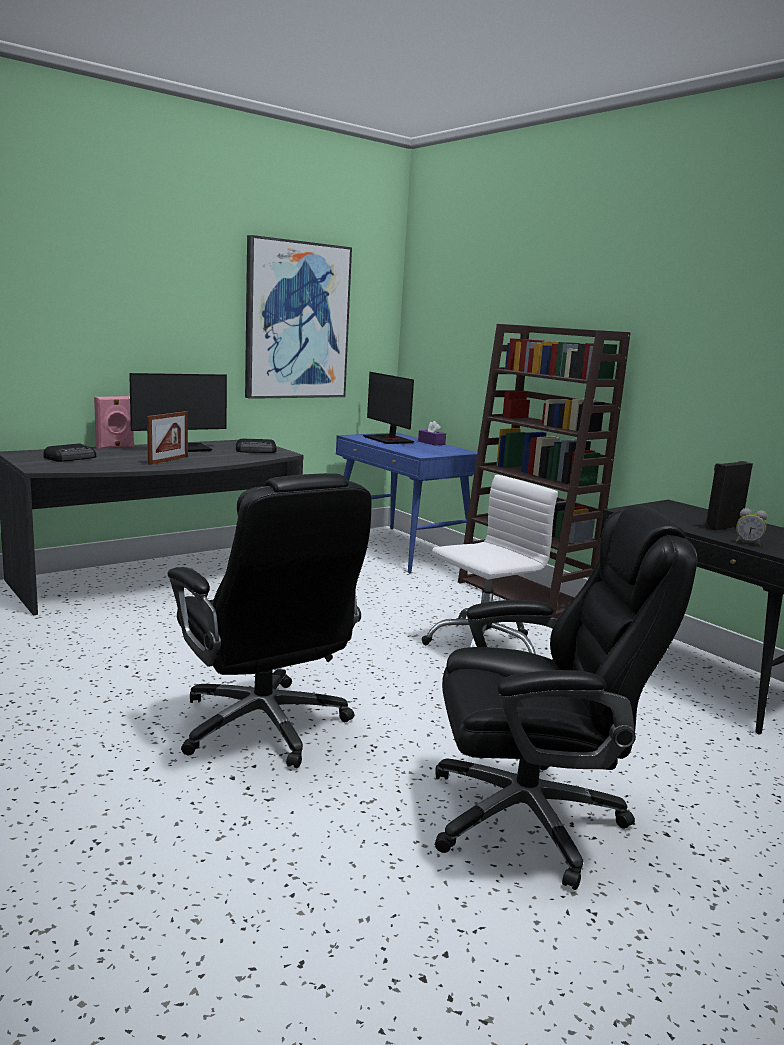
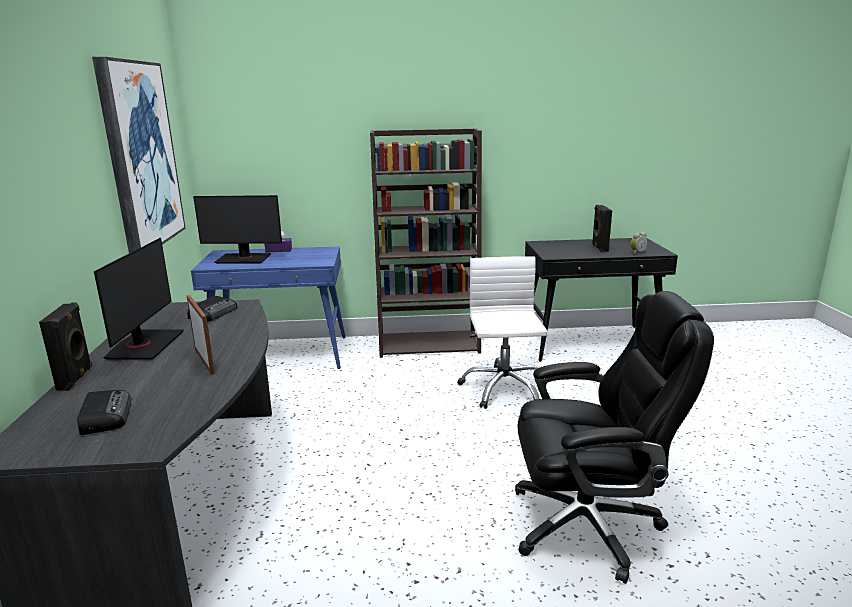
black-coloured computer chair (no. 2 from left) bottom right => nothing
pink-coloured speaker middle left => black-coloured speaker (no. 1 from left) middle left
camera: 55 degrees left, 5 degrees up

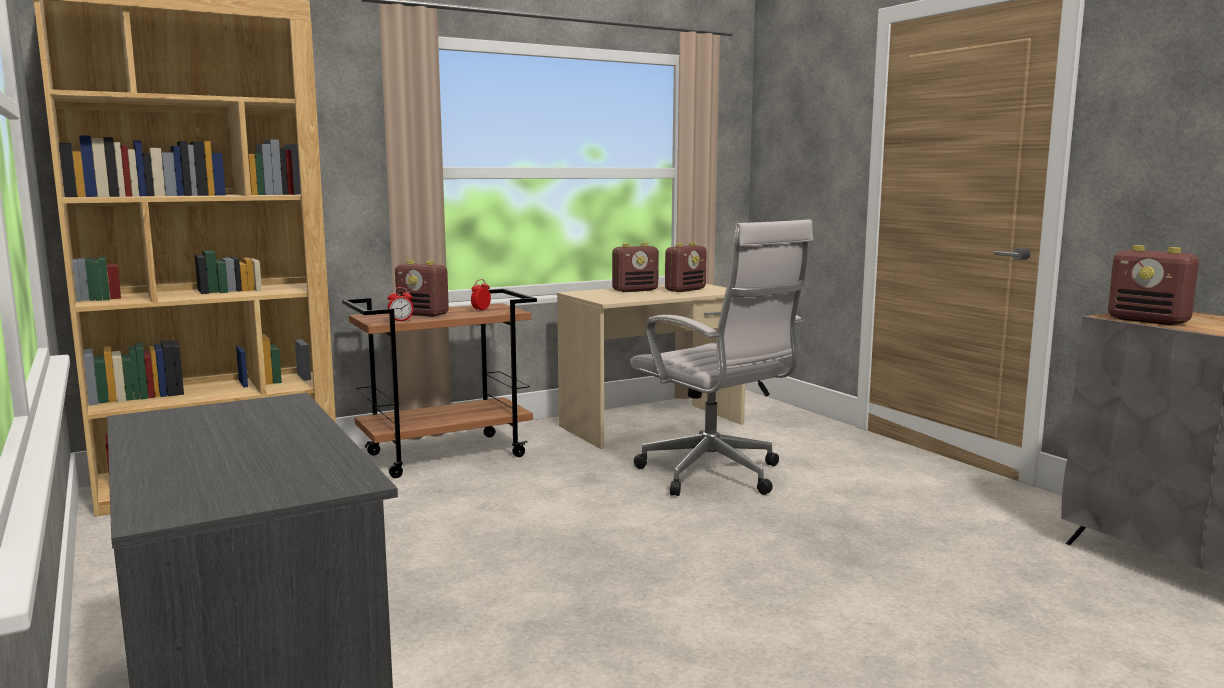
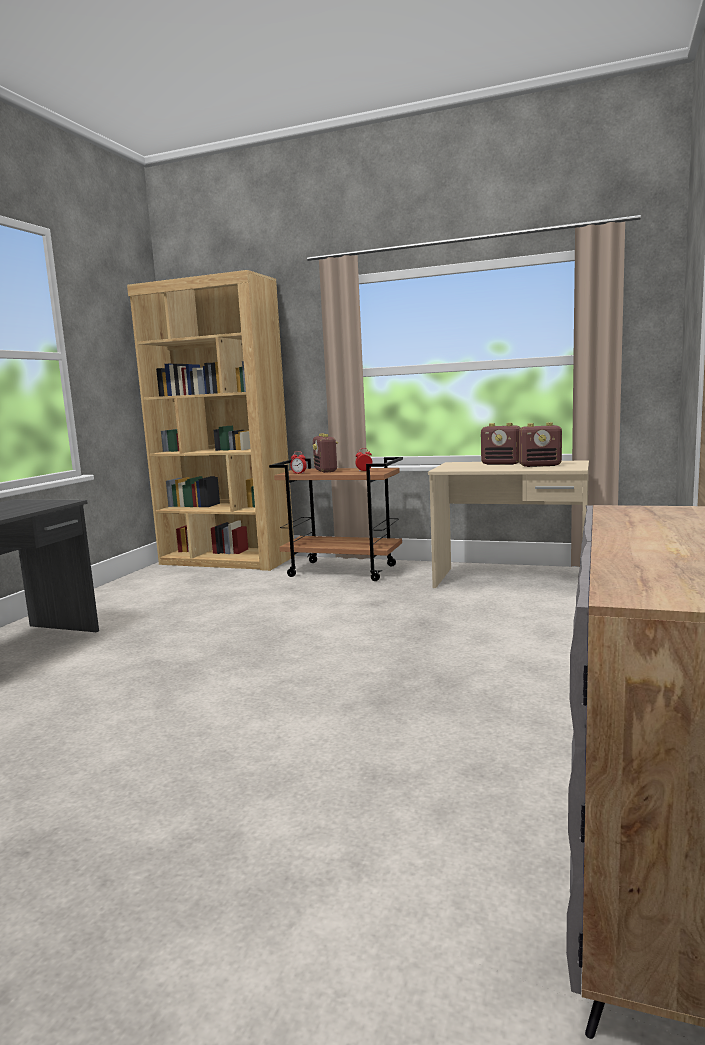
white computer chair centre => nothing
radio set (no. 4 from left) middle right => nothing
camera: 50 degrees right, 0 degrees up

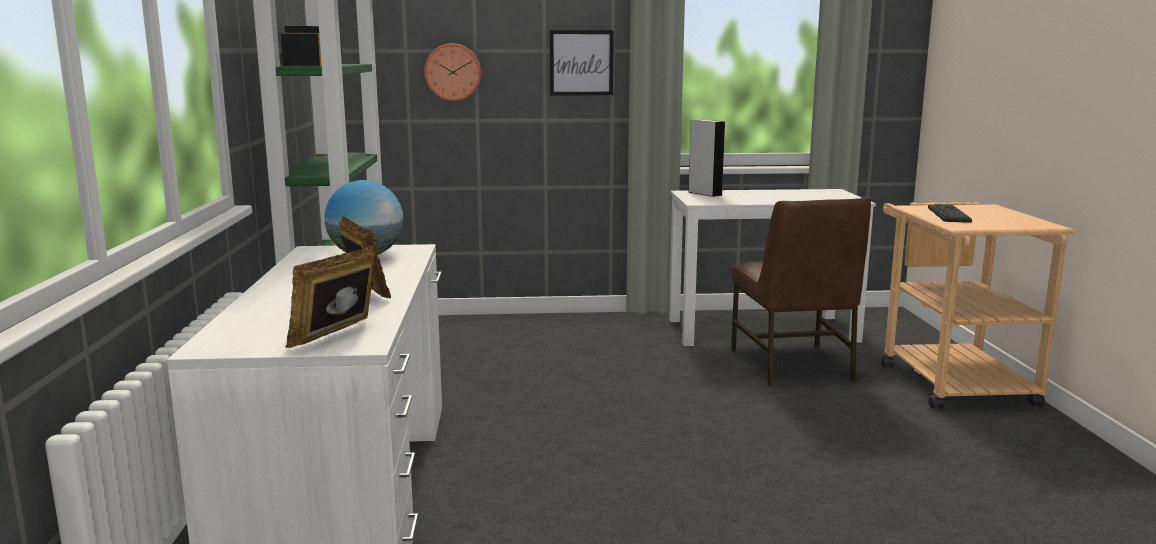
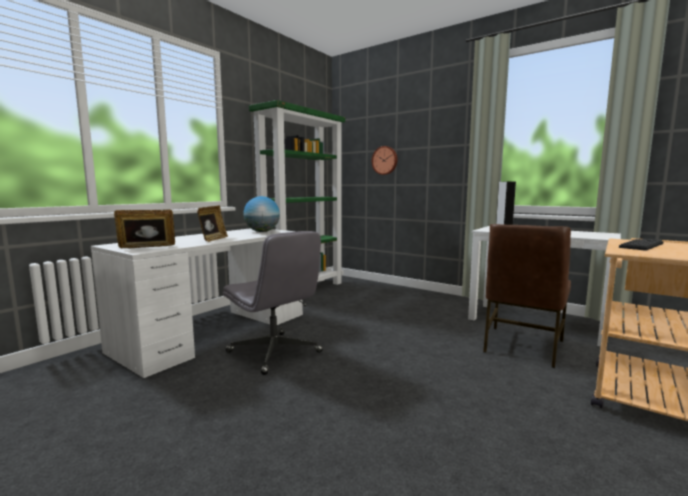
wall art top centre => nothing
nothing => grey computer chair centre
camera: 40 degrees right, 5 degrees down

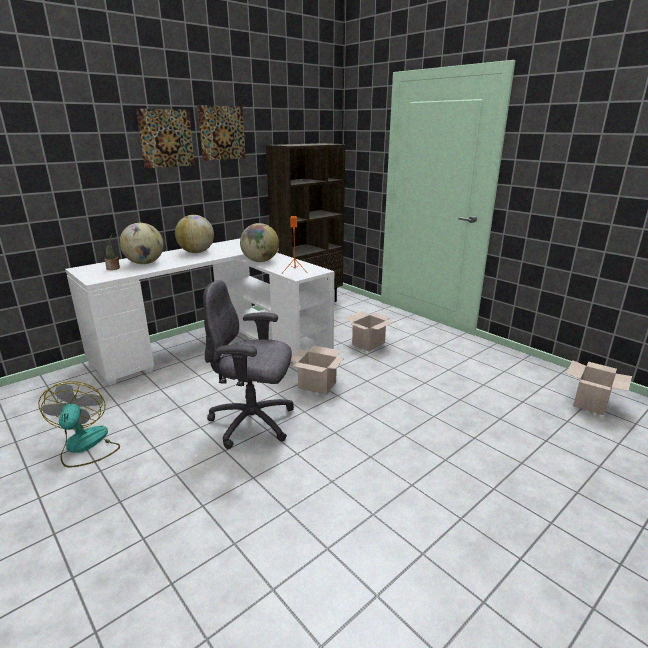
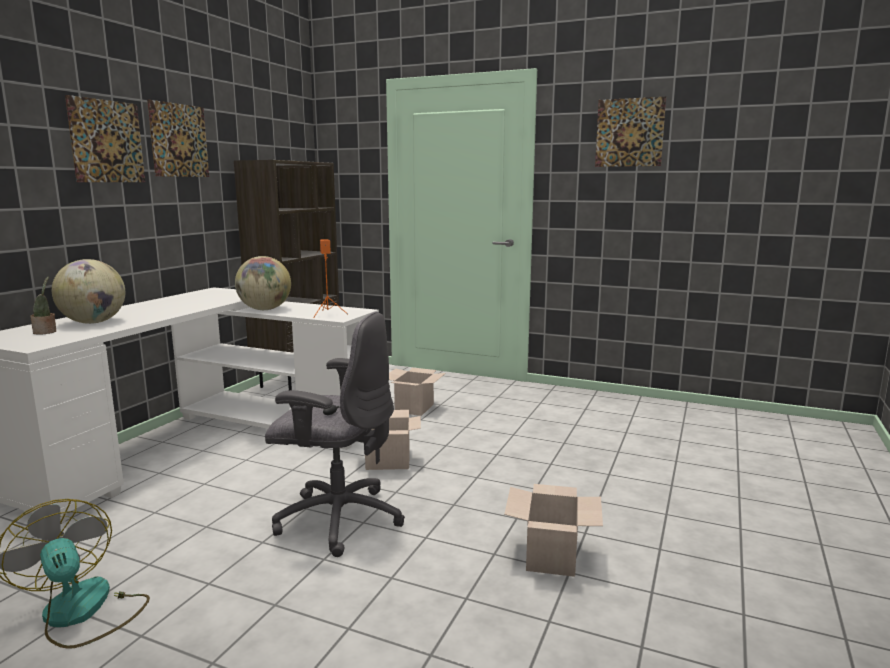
desk globe (no. 2 from left) middle left => nothing
nothing => wall art (no. 3 from left) top right
carton (no. 3 from left) middle right => carton (no. 3 from left) bottom centre, shifted
grey computer chair centre, 150 degrees counterclockwise
camera: 25 degrees left, 10 degrees down

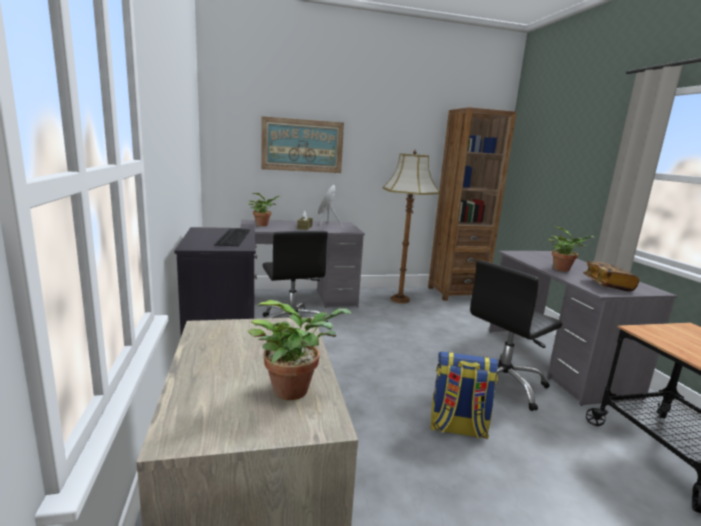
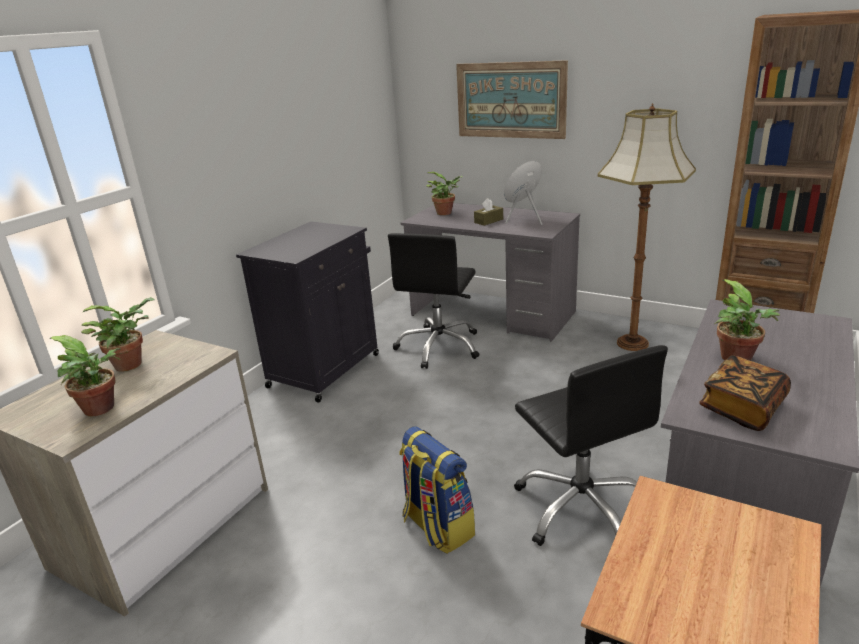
PC keyboard middle left => nothing
nothing => potted plant (no. 2 from left) middle left
black-coloured computer chair (no. 2 from left) middle right => black-coloured computer chair (no. 2 from left) bottom right, 120 degrees counterclockwise
camera: 45 degrees right, 10 degrees up

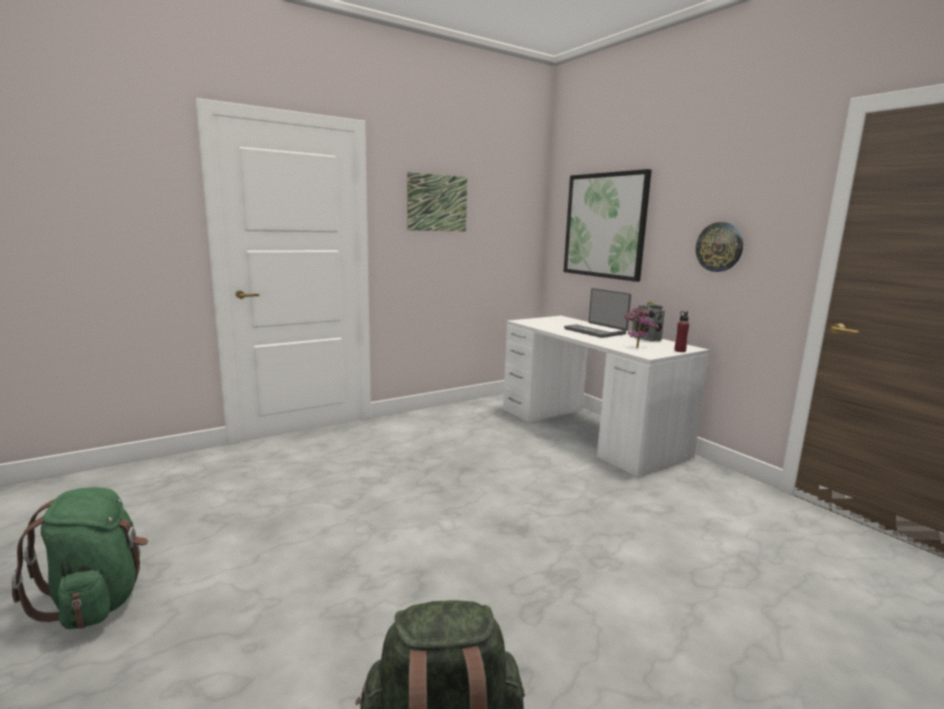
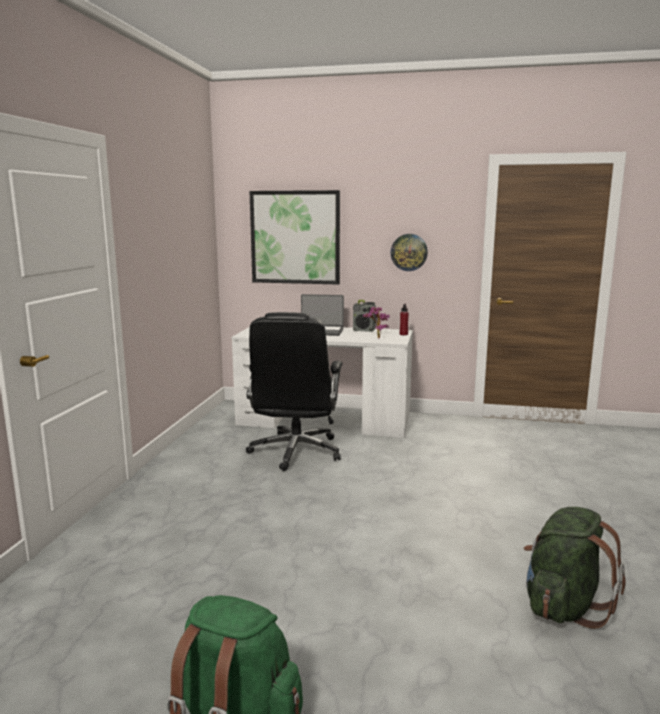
wall art (no. 1 from left) top centre => nothing
nothing => black-coloured computer chair centre
camera: 45 degrees left, 0 degrees up

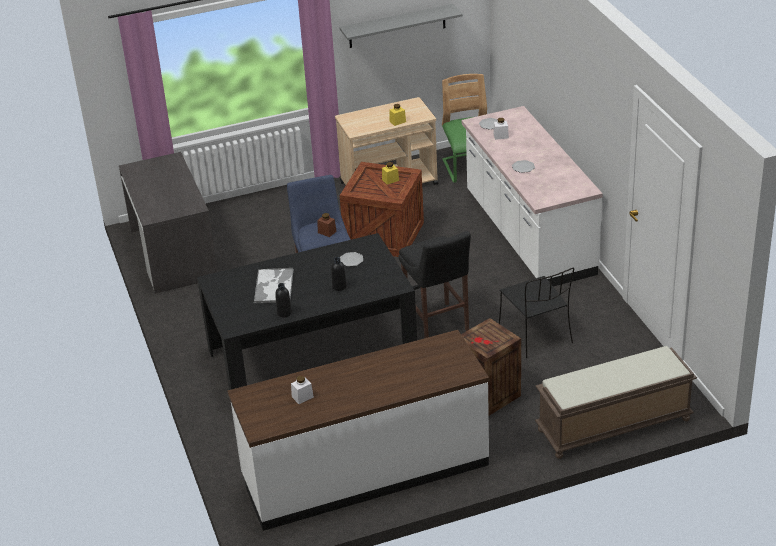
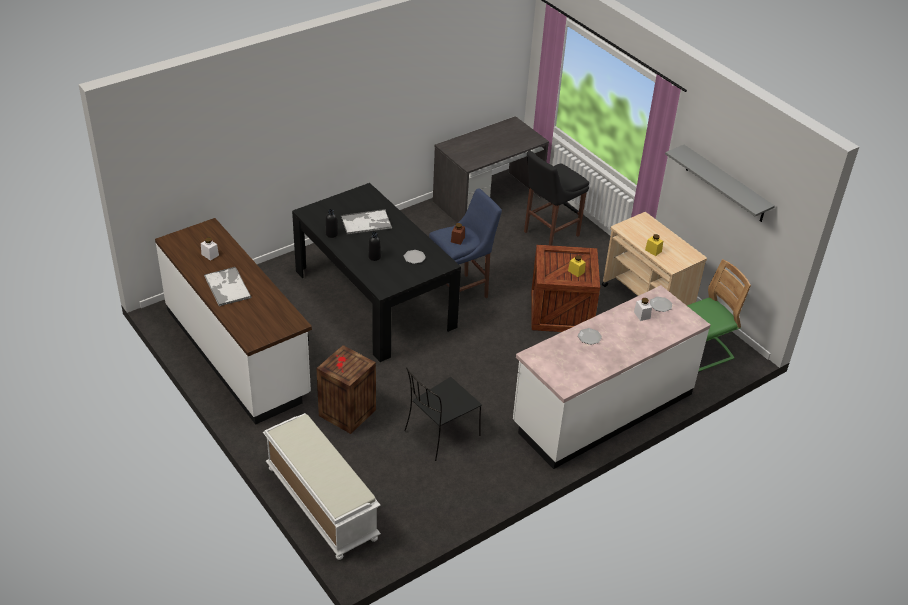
nothing => carrying tray (no. 1 from left) middle left
black-coloured stool centre => black-coloured stool top centre, shifted
brown long seat bottom right => white long seat bottom centre
camera: 70 degrees right, 5 degrees up

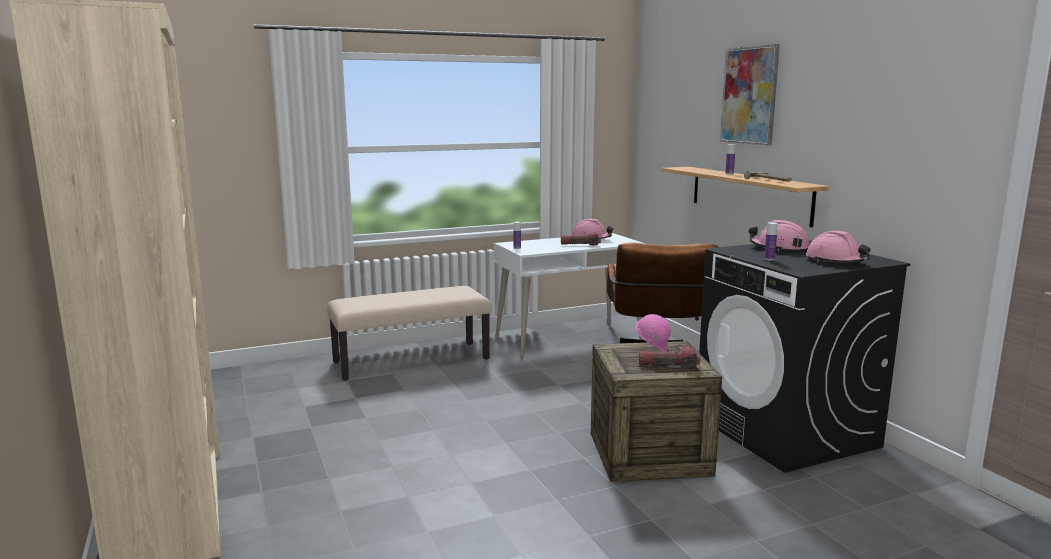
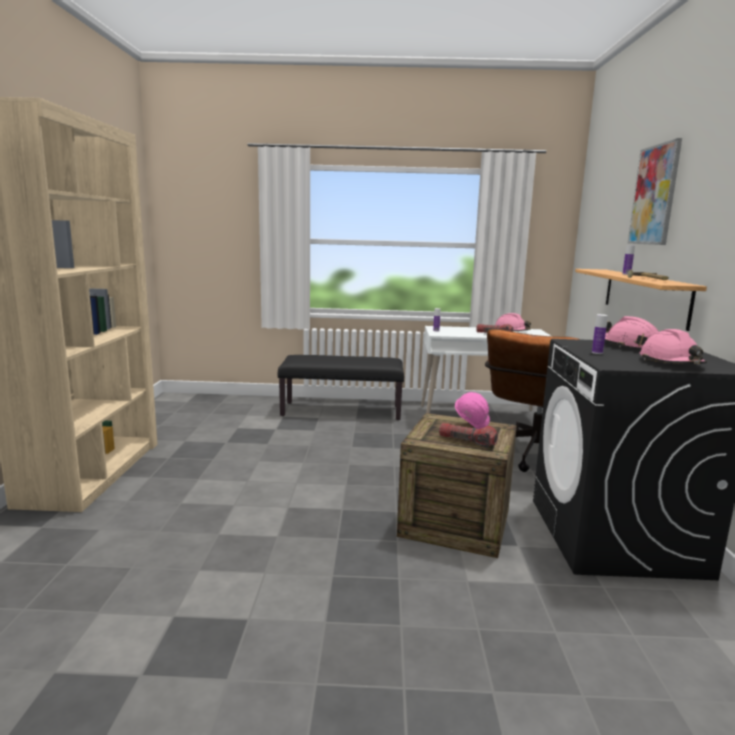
beige long seat centre => black-coloured long seat centre
camera: 25 degrees right, 0 degrees up

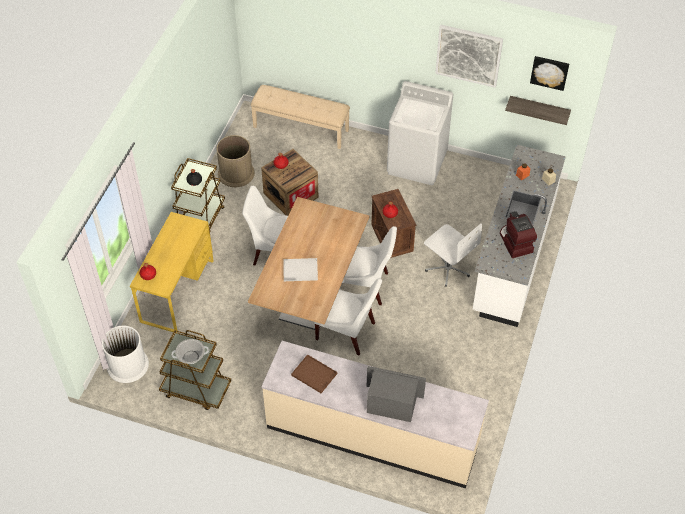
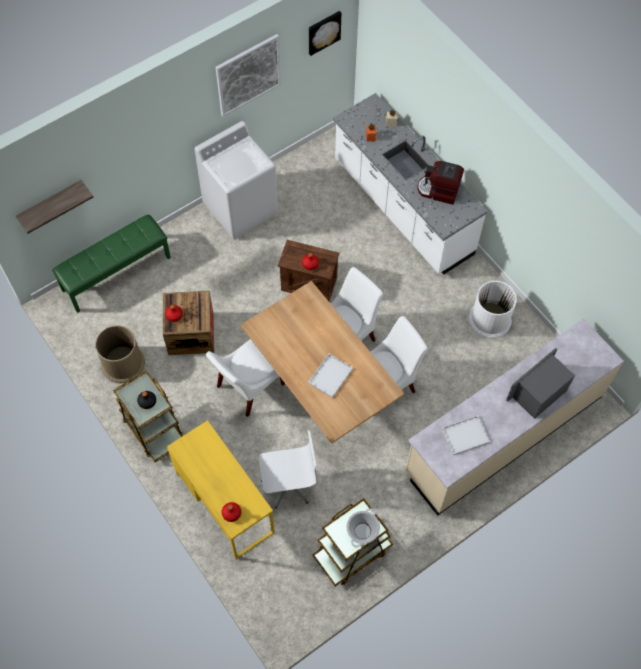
white waste bin bottom left => white waste bin middle right, shifted
white computer chair centre => white computer chair bottom centre, shifted
shelf top right => shelf top left, shifted
beige long seat top centre => green-coloured long seat middle left
brown carrying tray bottom centre => white carrying tray (no. 2 from left) middle right
camera: 55 degrees left, 10 degrees up

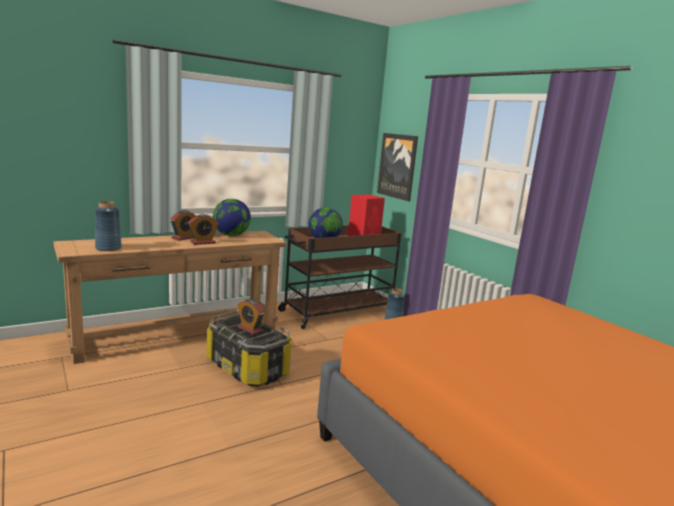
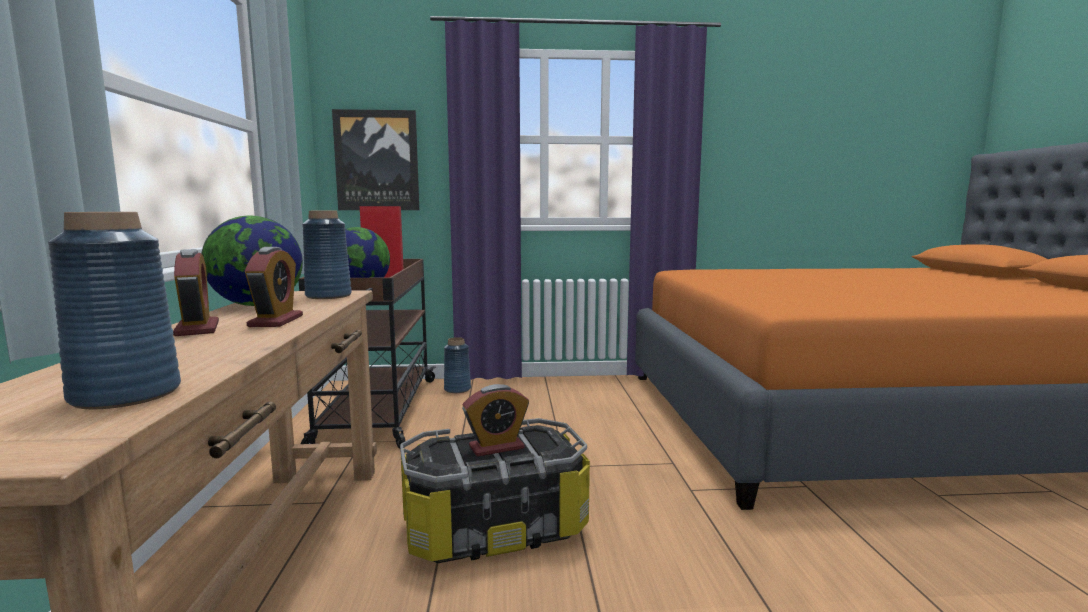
nothing => blue-coloured vase (no. 2 from left) middle left
camera: 60 degrees left, 5 degrees down

